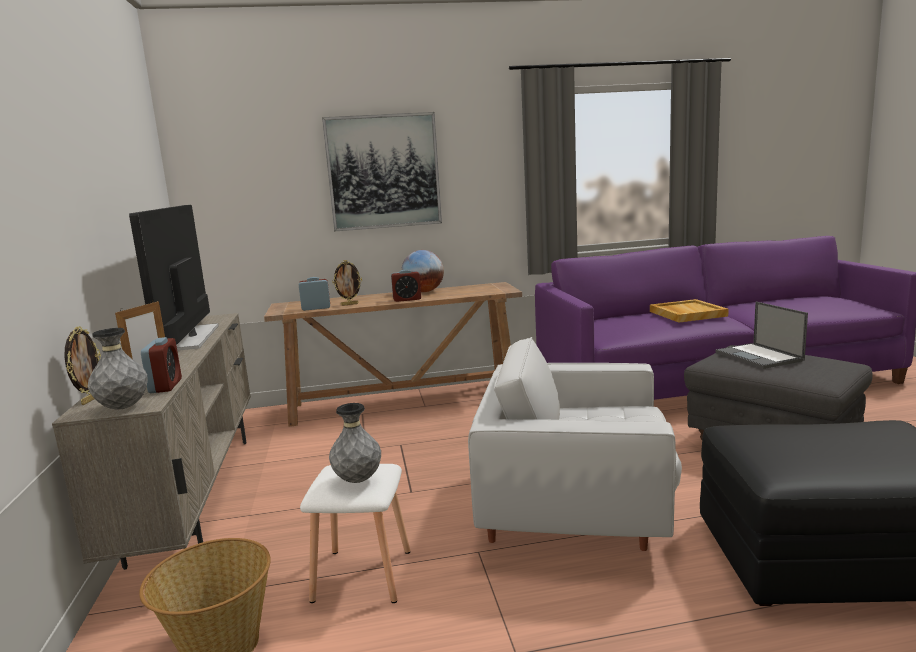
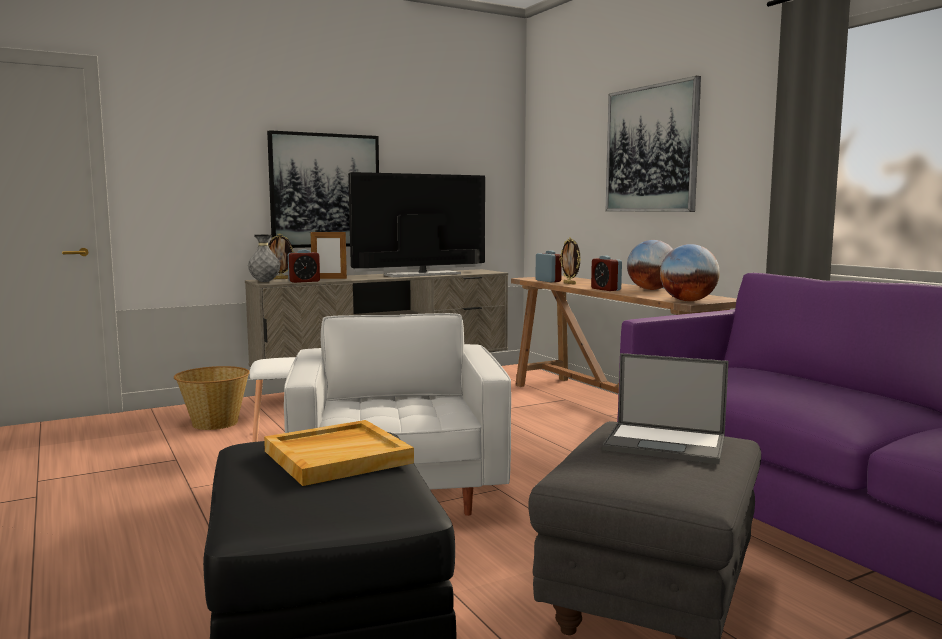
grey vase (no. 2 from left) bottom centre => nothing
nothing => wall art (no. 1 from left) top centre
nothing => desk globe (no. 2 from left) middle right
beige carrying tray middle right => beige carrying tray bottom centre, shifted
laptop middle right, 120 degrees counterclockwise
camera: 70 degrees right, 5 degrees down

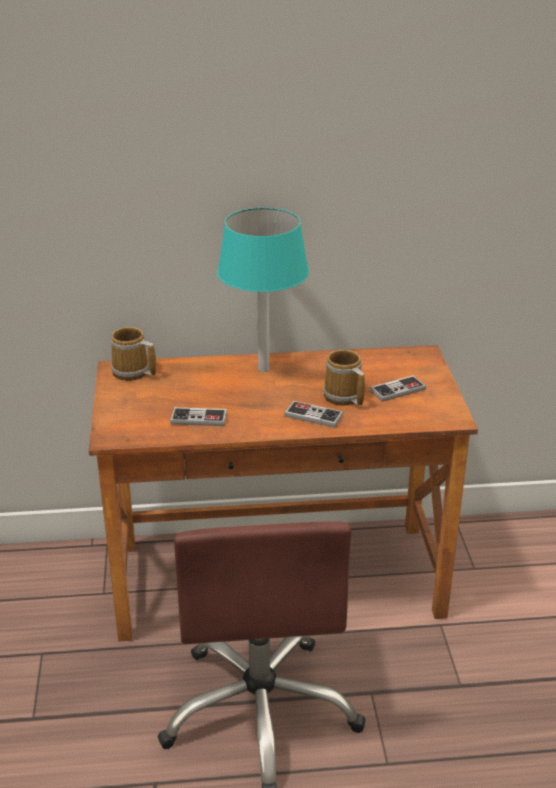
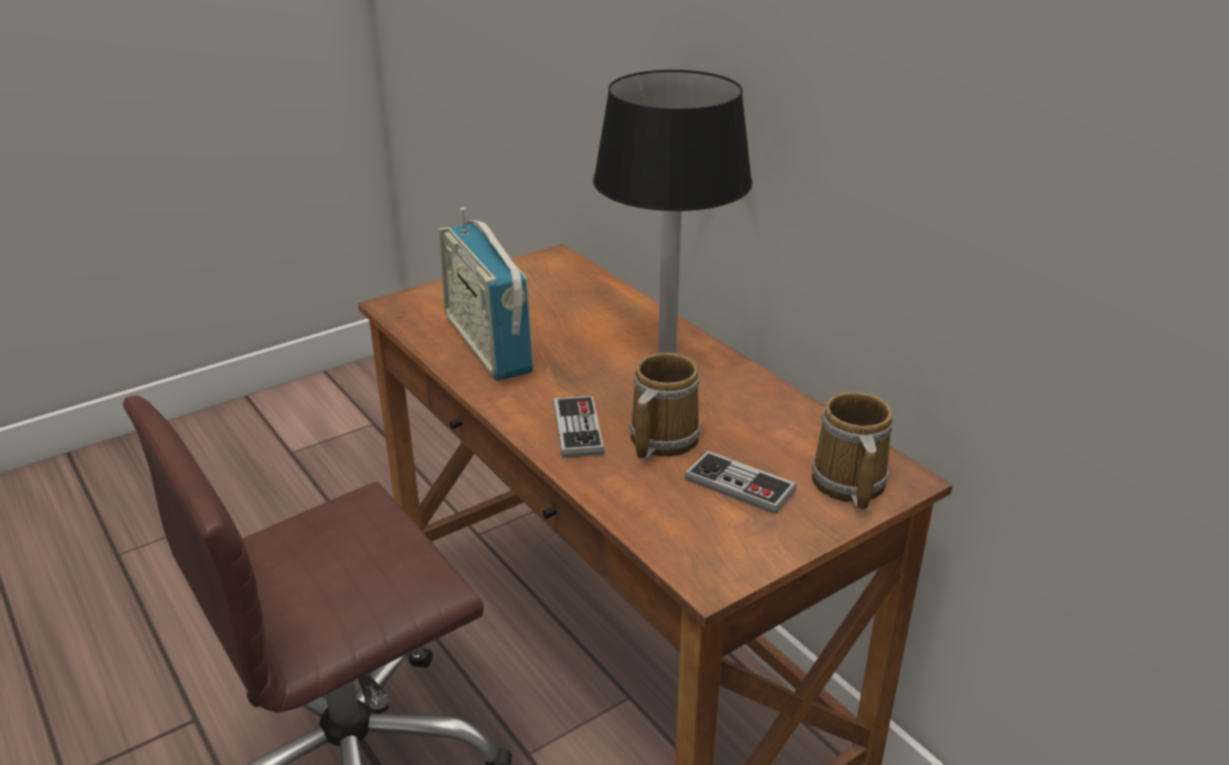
mug (no. 1 from left in the first image) middle left => mug (no. 2 from left) middle right, shifted
joypad (no. 1 from left) centre => radio set centre
turquoise-coloured tabletop lamp centre => black-coloured tabletop lamp top centre
camera: 60 degrees right, 0 degrees up

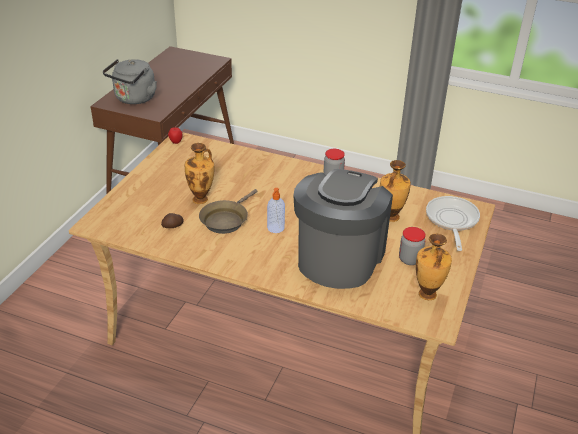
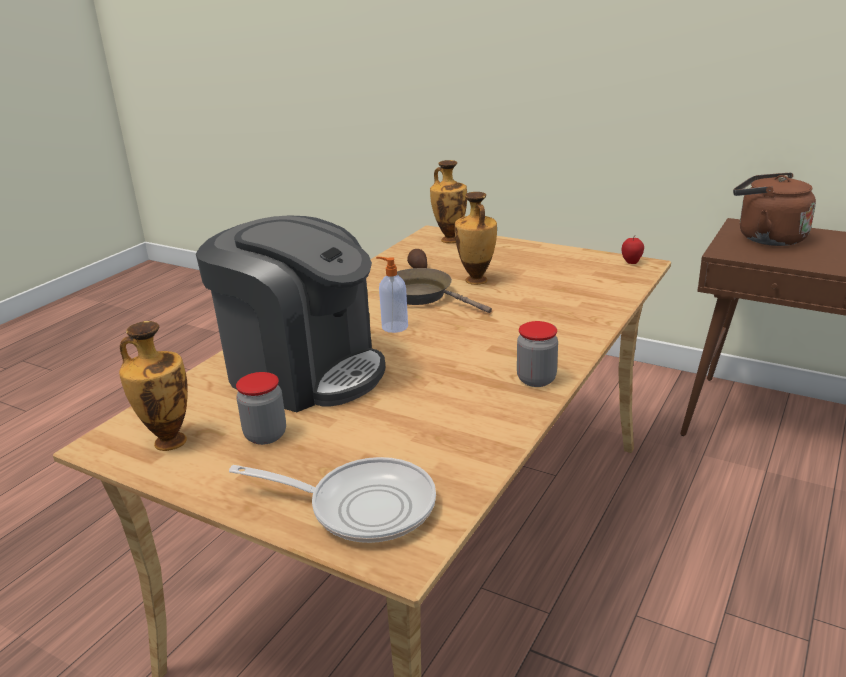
vase (no. 2 from left) middle right => vase (no. 2 from left) top centre, shifted
grey tea kettle top left => brown tea kettle top right
camera: 100 degrees right, 10 degrees down

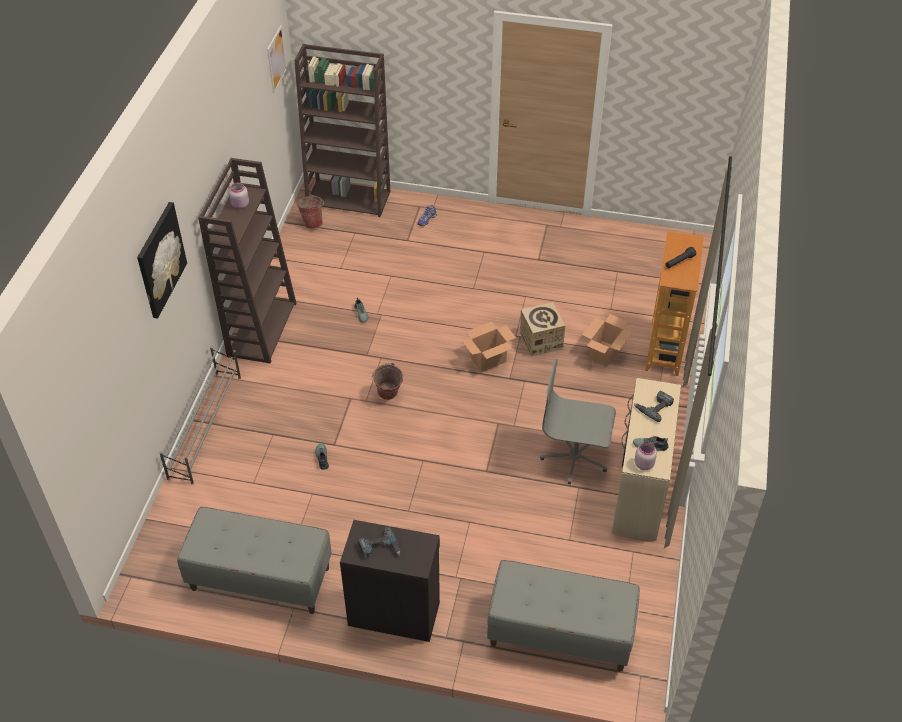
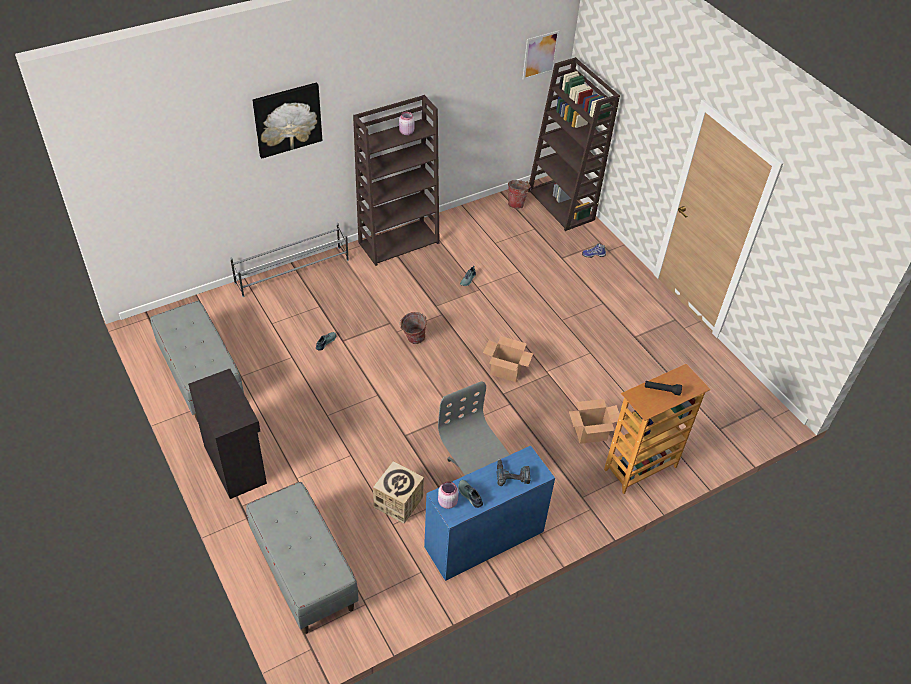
power drill (no. 1 from left) bottom centre => nothing
carton (no. 2 from left in the first image) centre => carton (no. 1 from left) bottom centre, shifted
beige desk table middle right => blue-coloured desk table bottom centre
camera: 45 degrees right, 0 degrees up

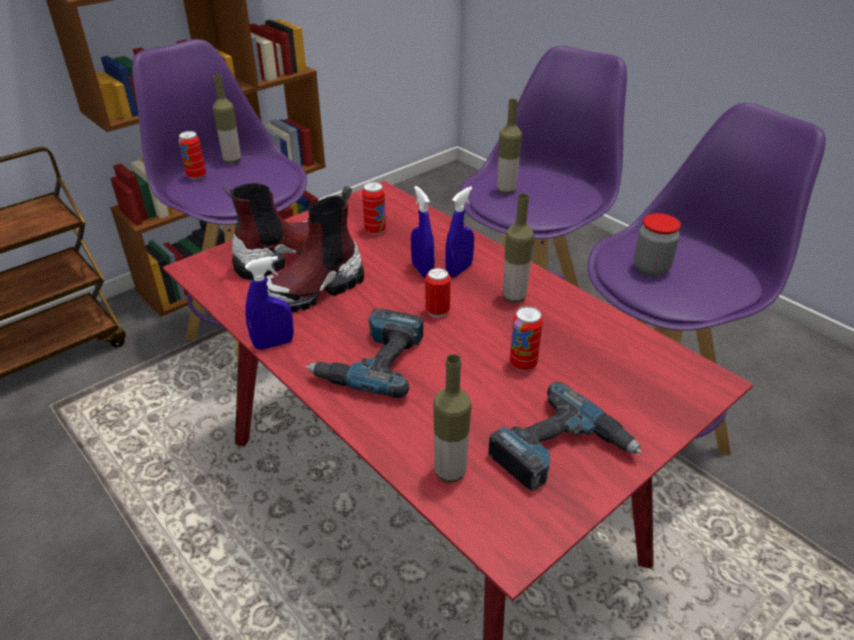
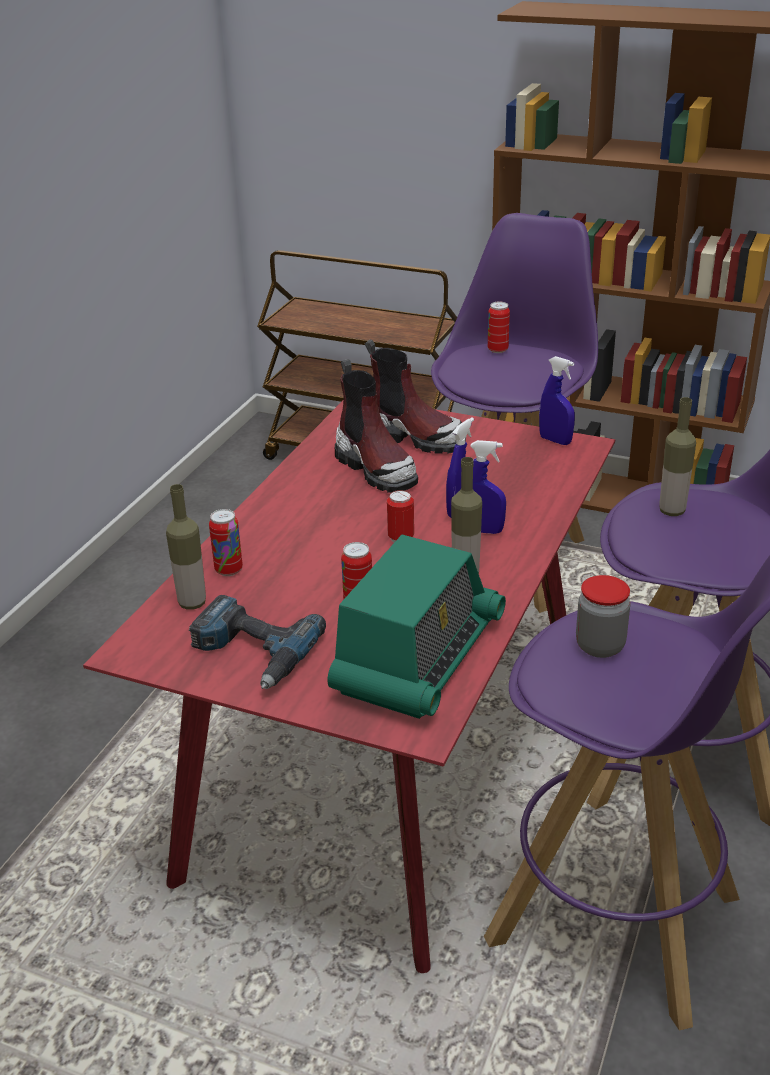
bottle (no. 1 from left) top left => nothing
power drill (no. 1 from left) centre => nothing
nothing => radio set centre
blue-coloured sprayer (no. 1 from left in the first image) middle left => blue-coloured sprayer (no. 3 from left) middle right, shifted
sealed can (no. 2 from left in the first image) top centre => sealed can (no. 1 from left) middle left, shifted
boot (no. 2 from left in the first image) centre => boot (no. 1 from left) centre, 150 degrees counterclockwise
camera: 65 degrees right, 5 degrees down

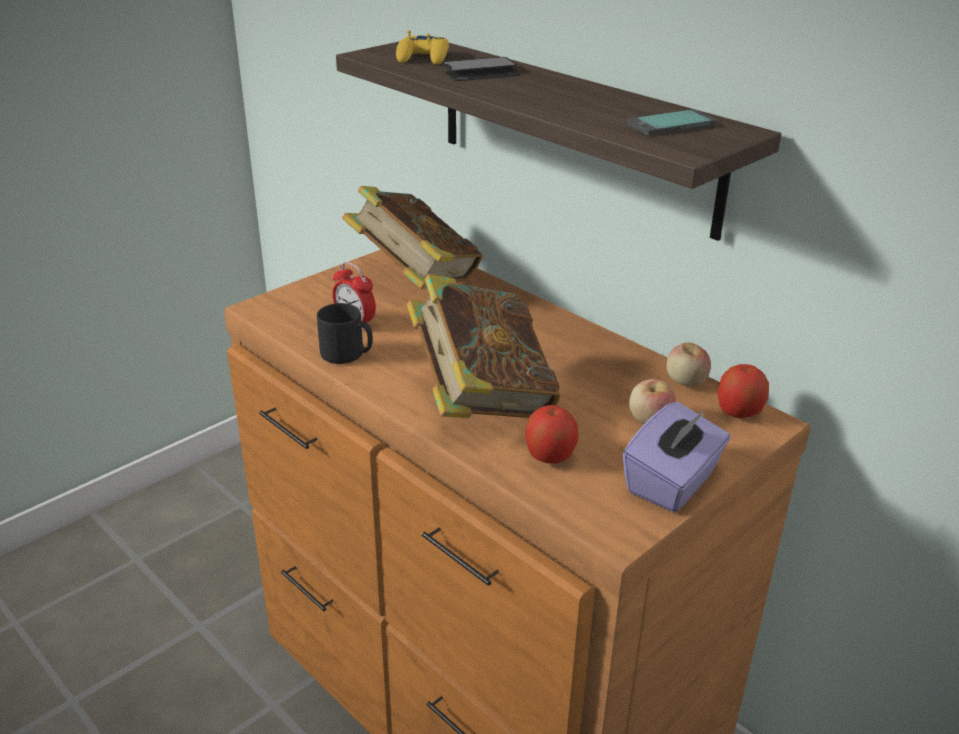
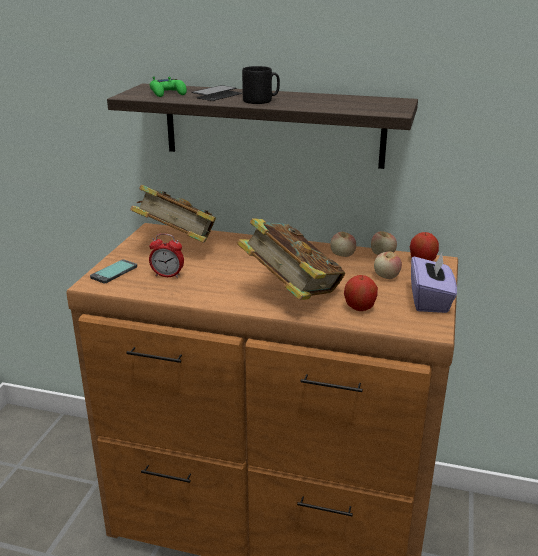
nothing => apple fruit (no. 1 from left) centre
black-coloured mug centre => black-coloured mug top centre, shifted
handset (no. 2 from left in the first image) top right => handset (no. 1 from left) middle left, shifted
yellow-coloured joypad top centre => green-coloured joypad top left
camera: 30 degrees left, 5 degrees down

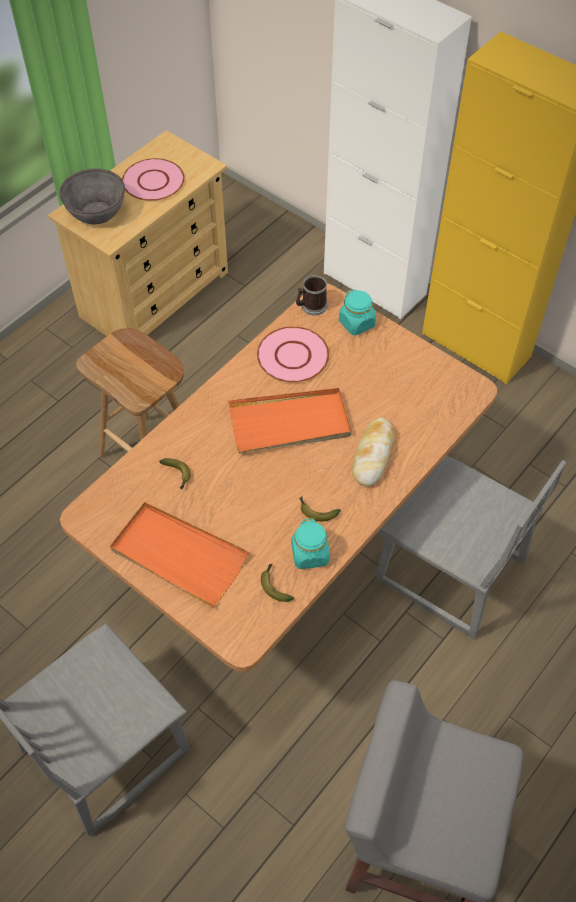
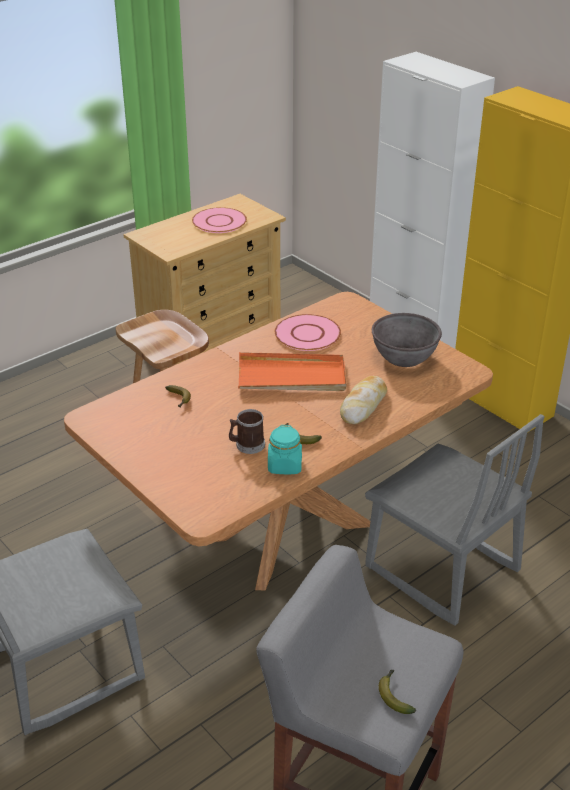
orangey carrying tray (no. 1 from left) middle left => nothing
turquoise-coloured jar (no. 2 from left) centre => nothing
grey bowl top left => grey bowl middle right, shifted
whole banana (no. 2 from left in the first image) centre => whole banana (no. 3 from left) bottom right, shifted
mug top centre => mug centre, shifted
camera: 10 degrees right, 20 degrees down

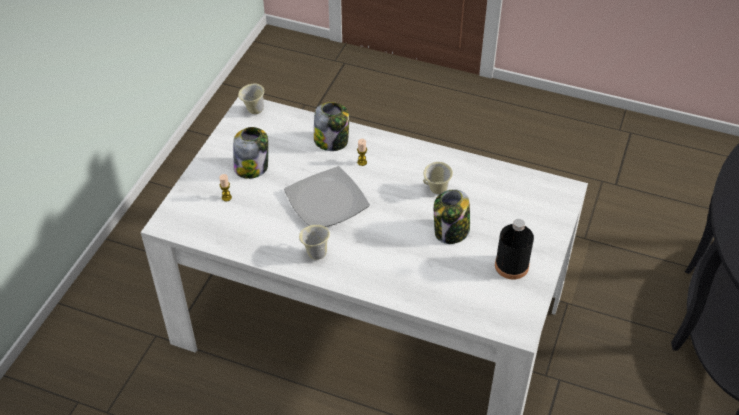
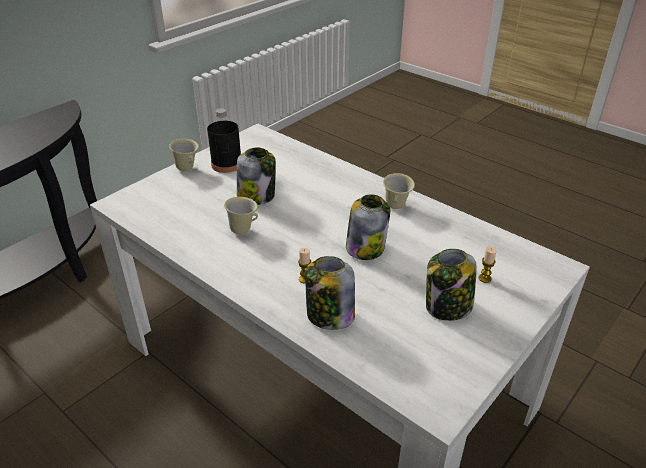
beige mug (no. 1 from left) top centre => beige mug (no. 1 from left) top left, shifted
dinner plate centre => jar (no. 3 from left) centre
camera: 160 degrees left, 10 degrees down

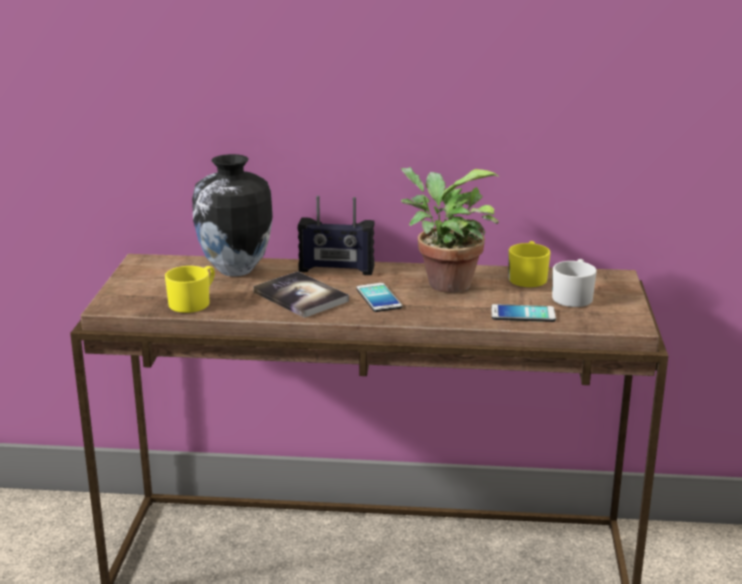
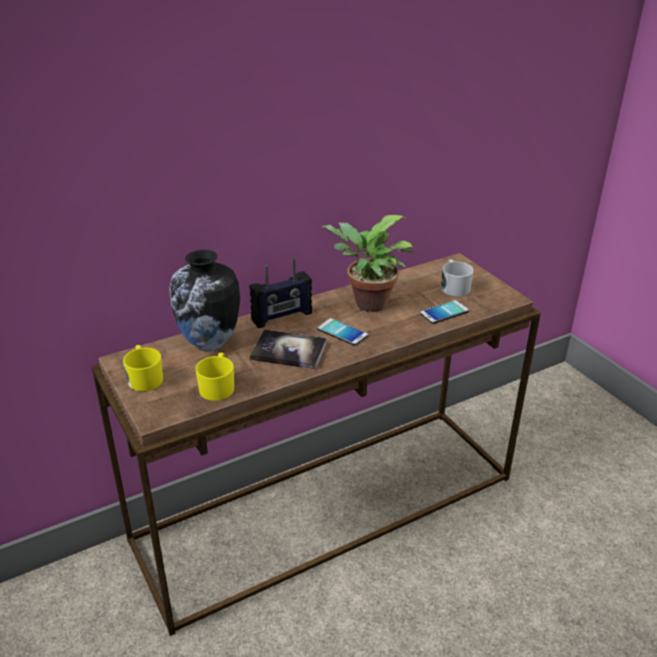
yellow-coloured mug (no. 2 from left in the first image) middle right => yellow-coloured mug (no. 1 from left) middle left, shifted
camera: 35 degrees left, 10 degrees up

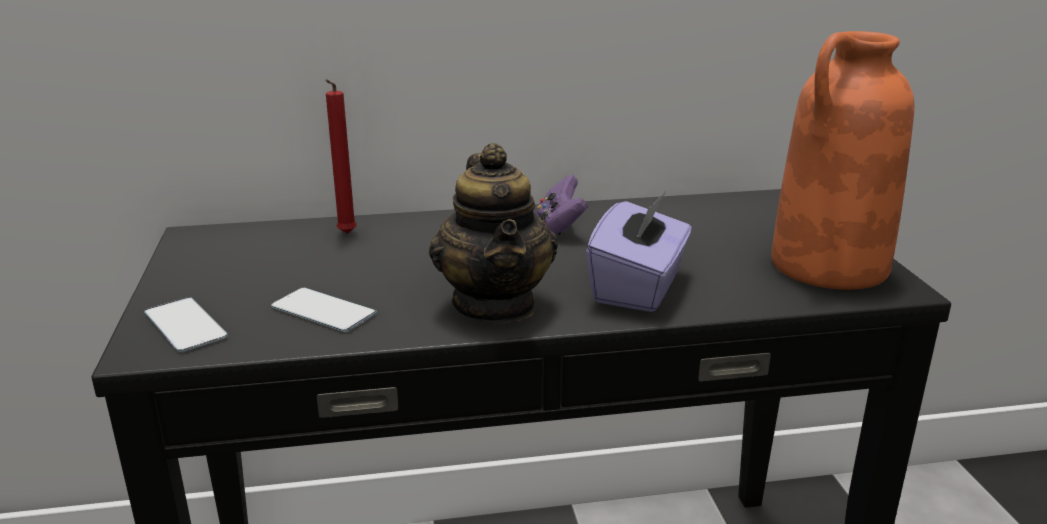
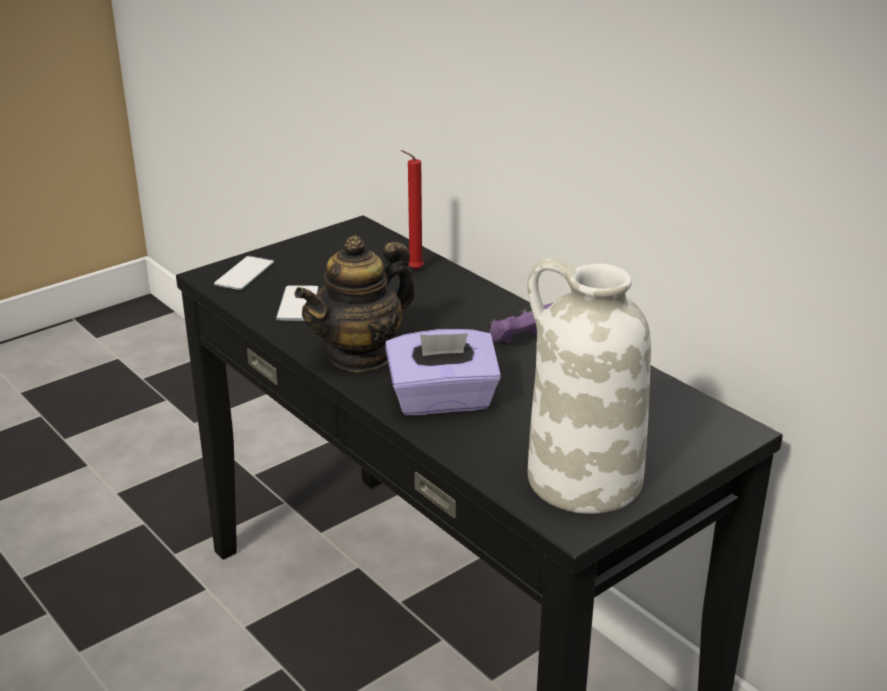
orangey vase top right => white vase centre
camera: 60 degrees right, 5 degrees up

